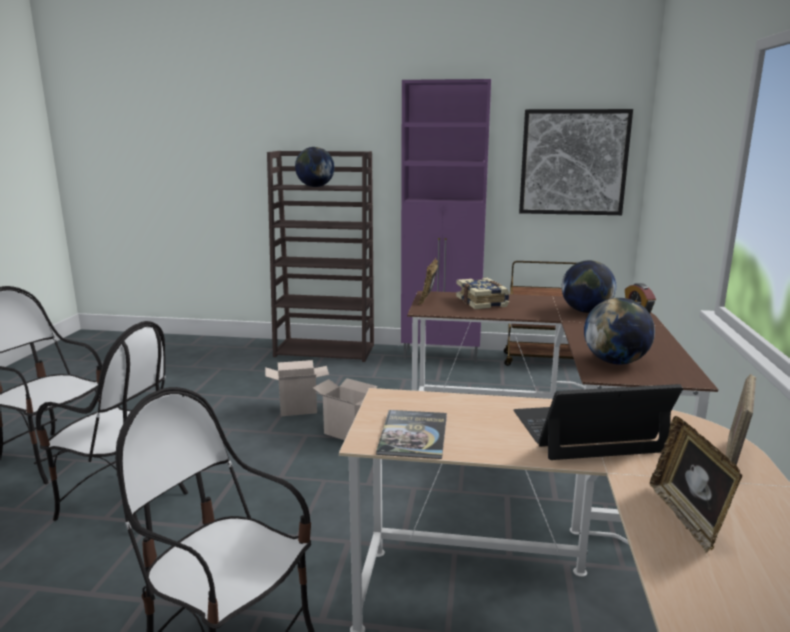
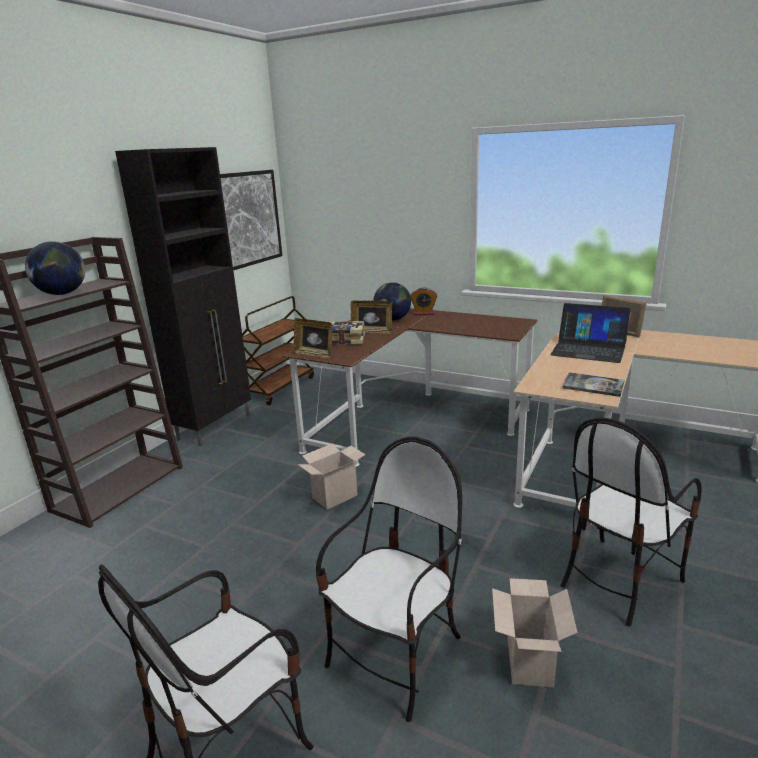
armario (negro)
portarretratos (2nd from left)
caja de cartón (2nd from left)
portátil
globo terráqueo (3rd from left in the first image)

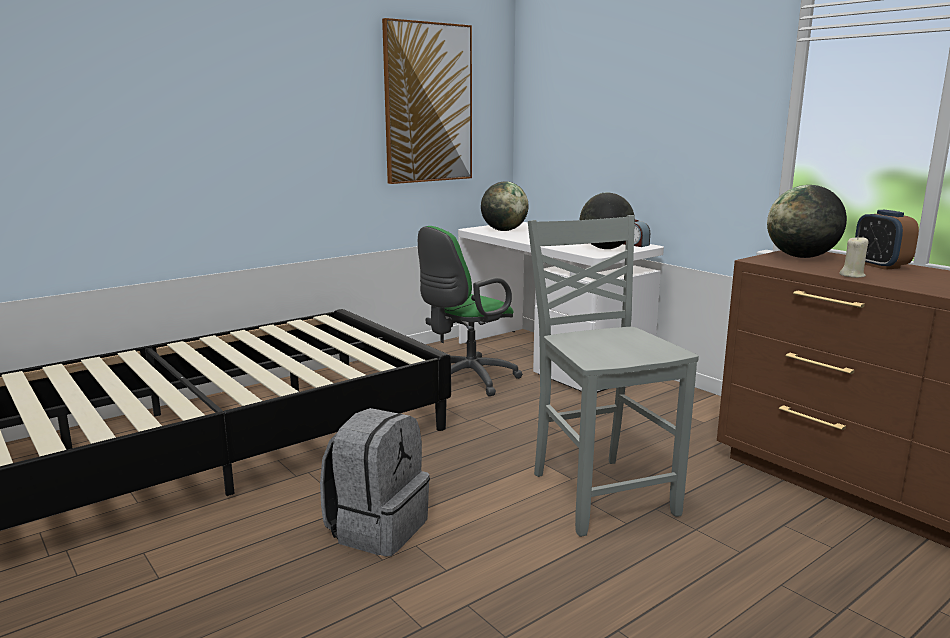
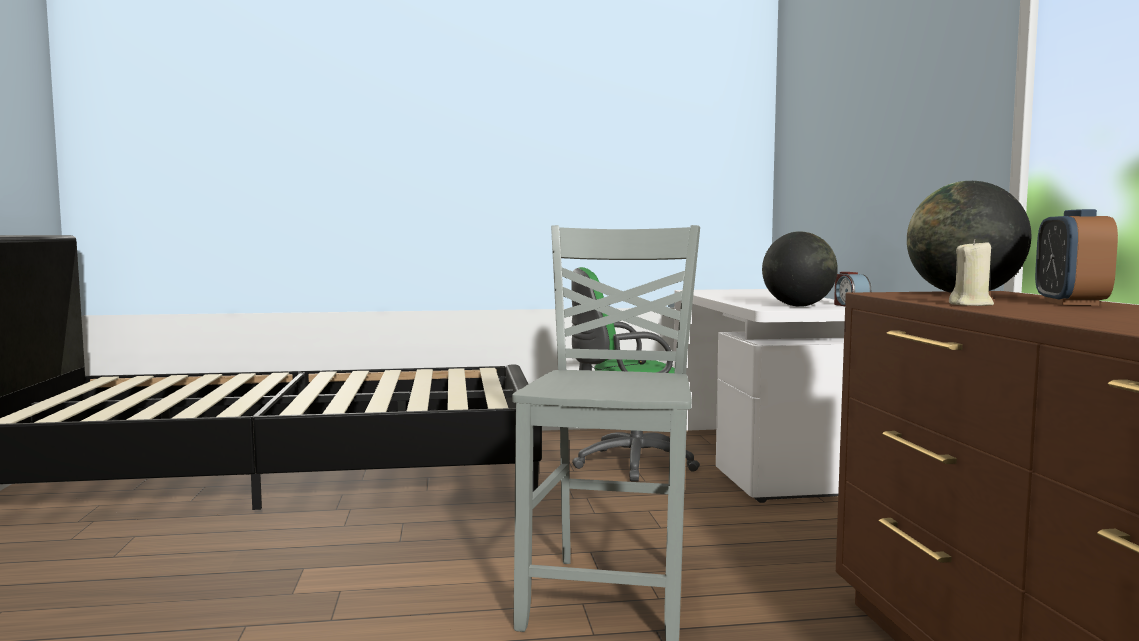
mochila (gris)
cuadro
globo terráqueo (1st from left in the first image)

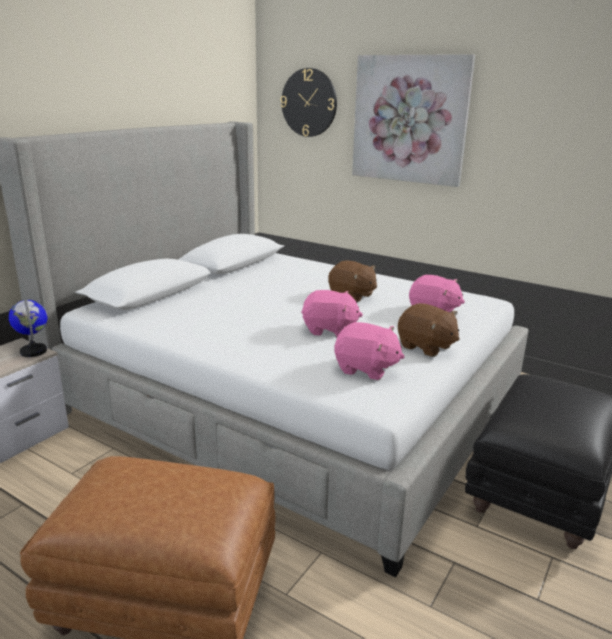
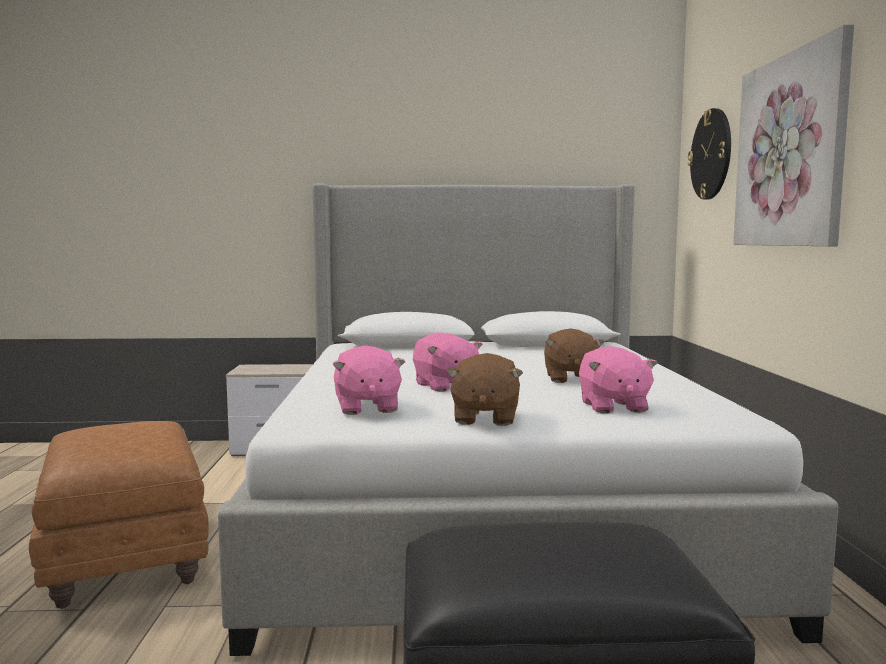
globo terráqueo

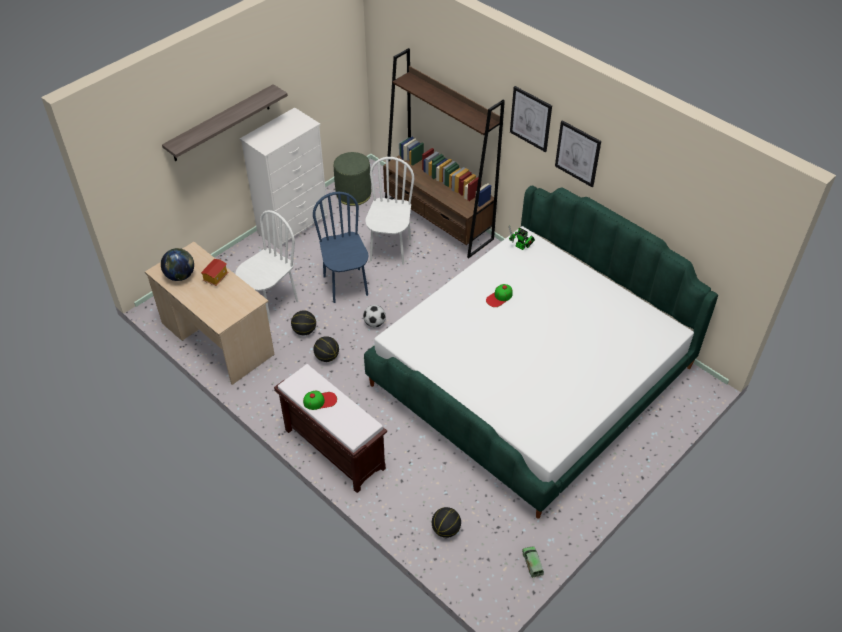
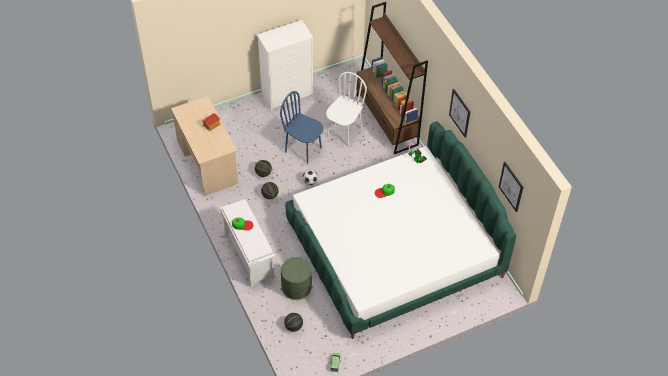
banco (blanco)
silla (azul)
puf (verde)
cuadro (2nd from left)
globo terráqueo
estante
silla (blanco) (1st from left in the first image)

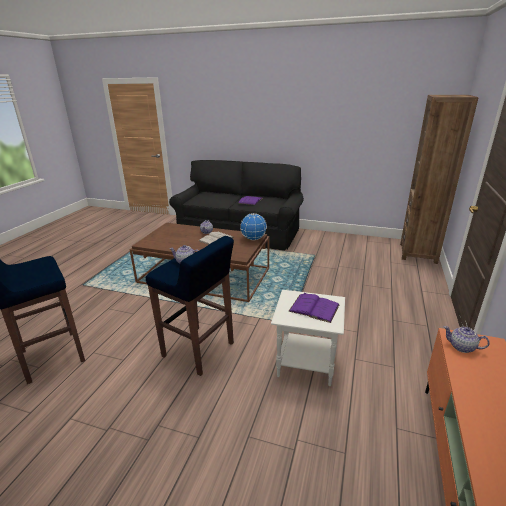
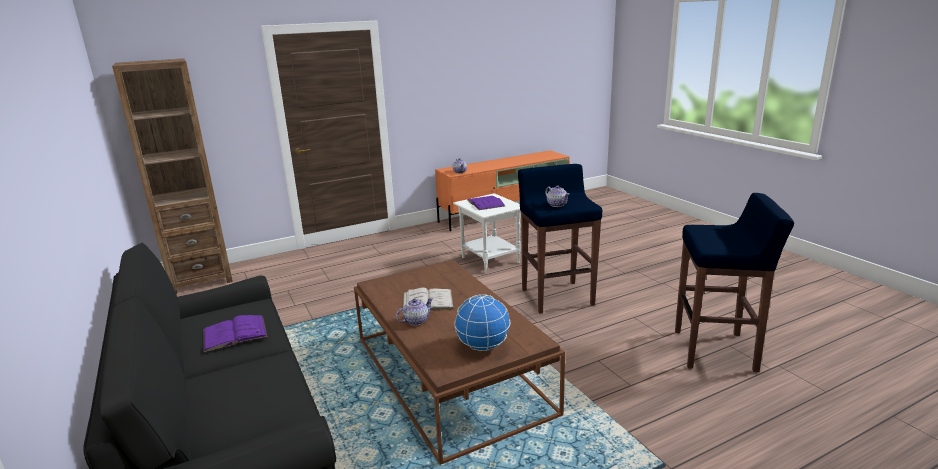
globo terráqueo

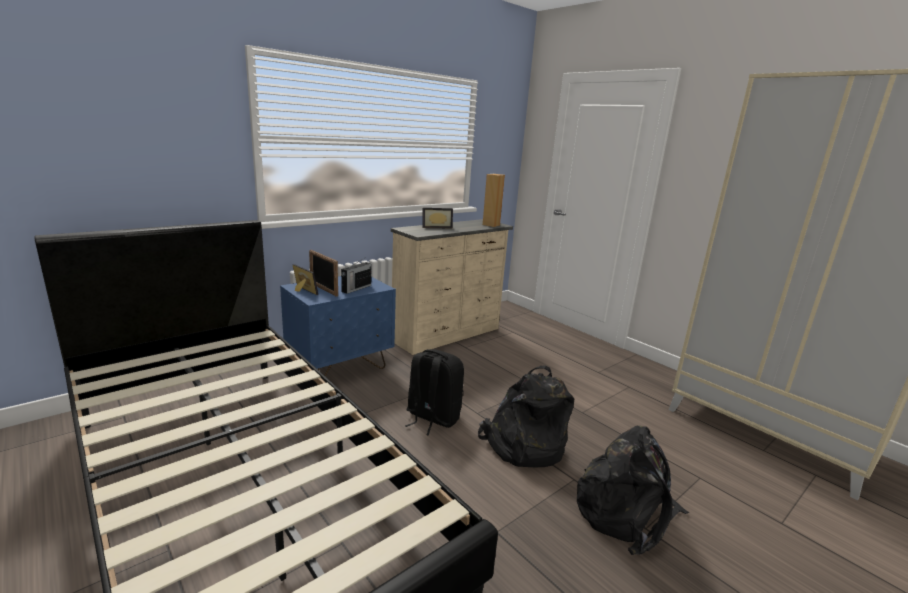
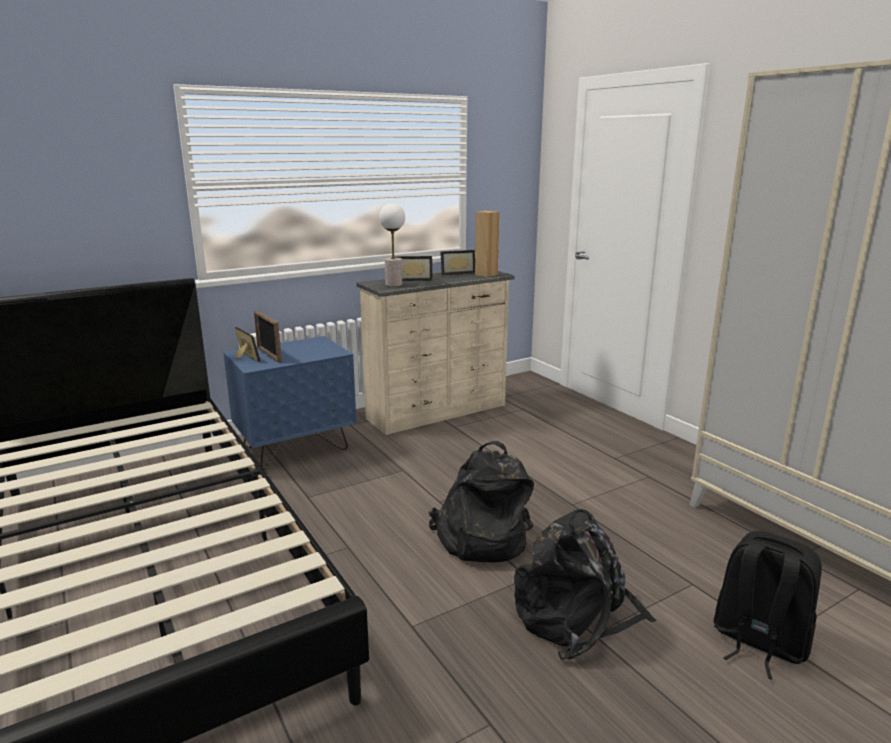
lámpara de mesa
portarretratos (4th from left)
mochila (negro) (3rd from left)
radio

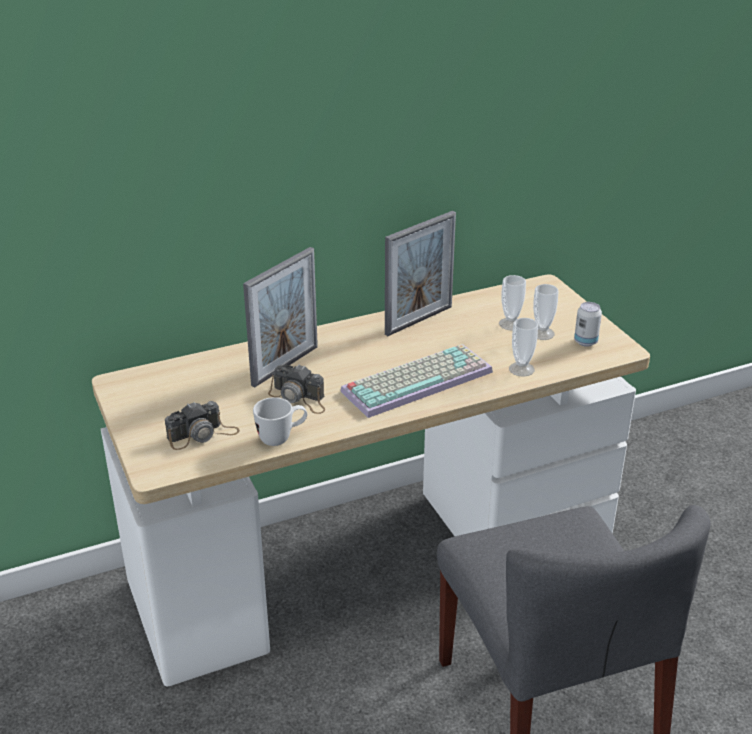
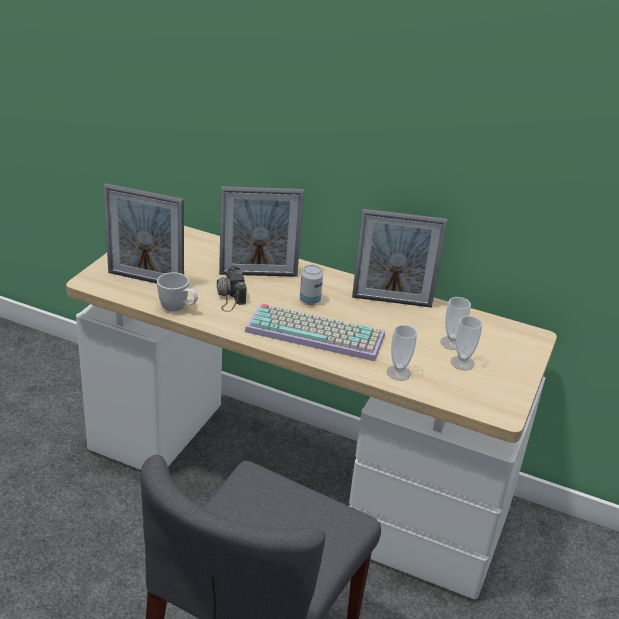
portarretratos (1st from left)
lata

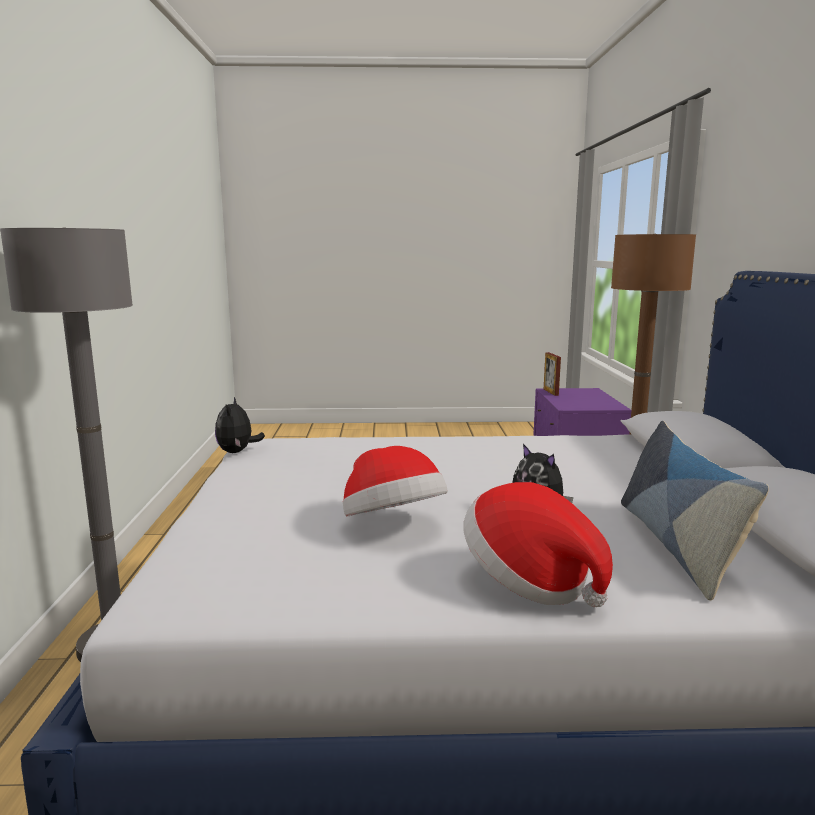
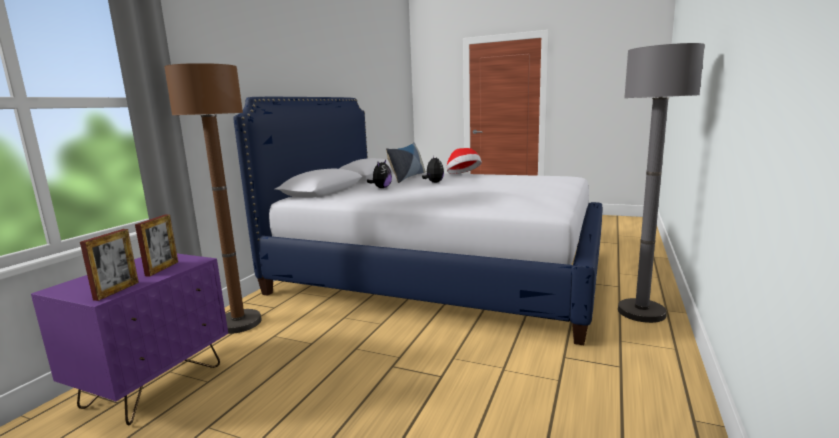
portarretratos (2nd from left)
peluche (1st from left)
sombrero (1st from left in the first image)

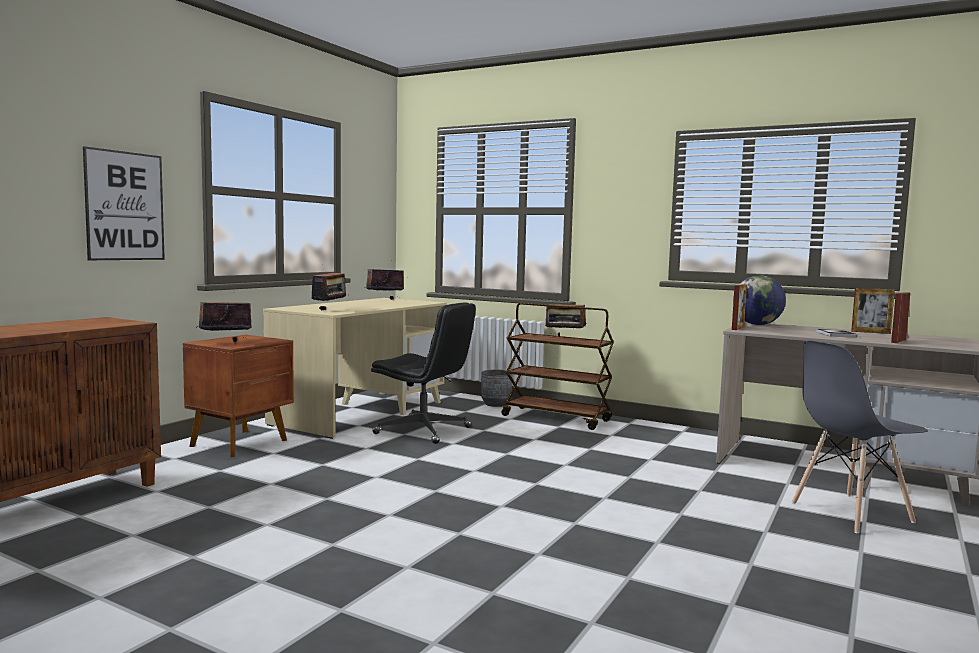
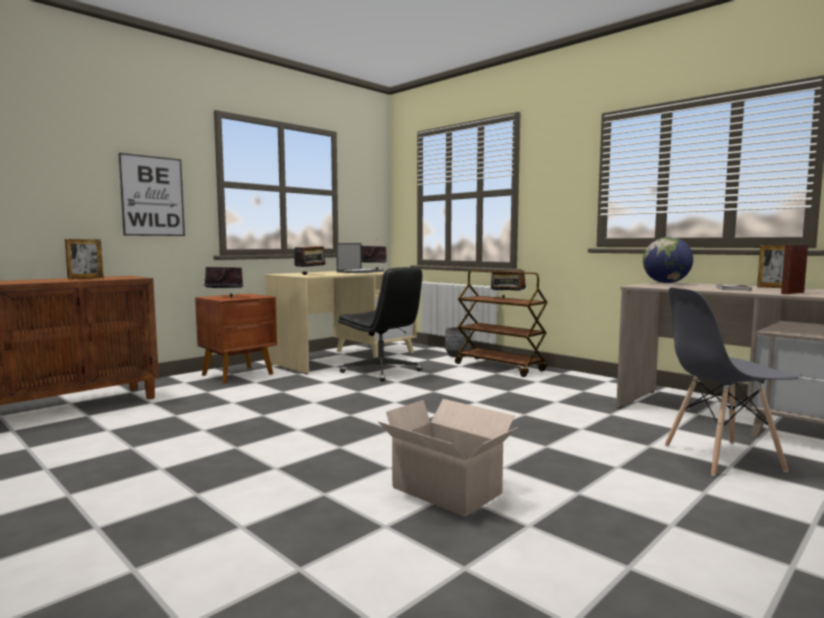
portarretratos (1st from left)
portátil
caja de cartón

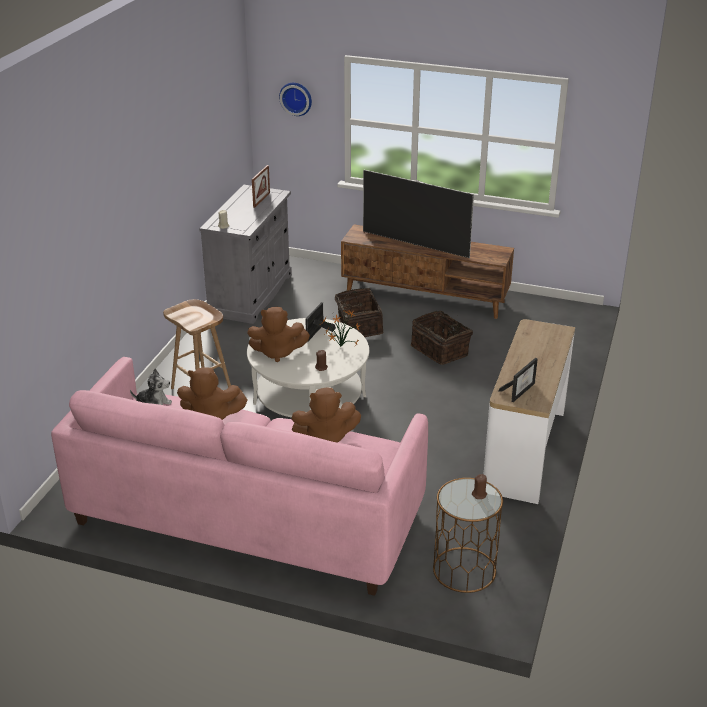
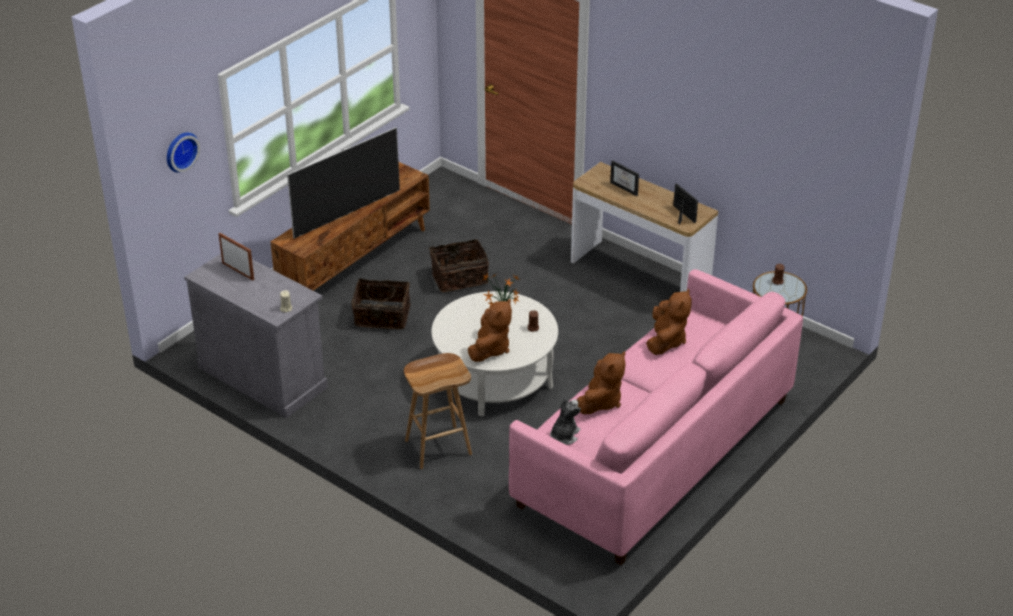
portarretratos (2nd from left)

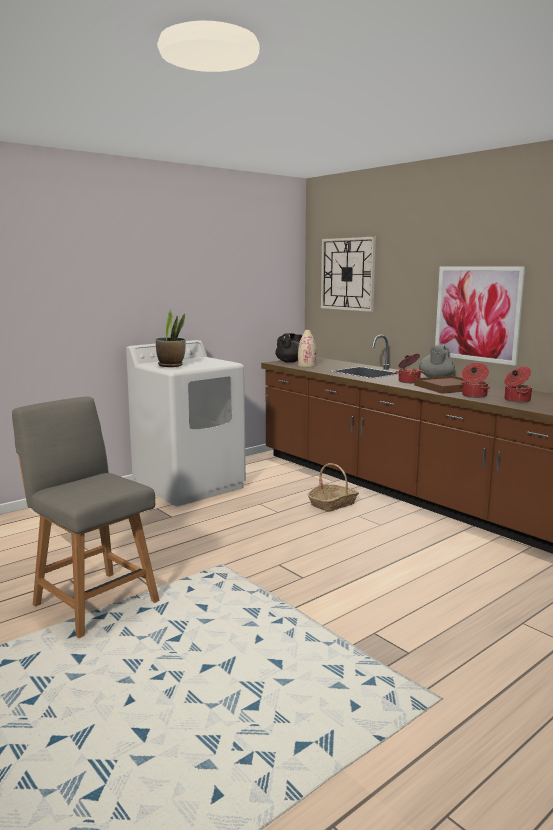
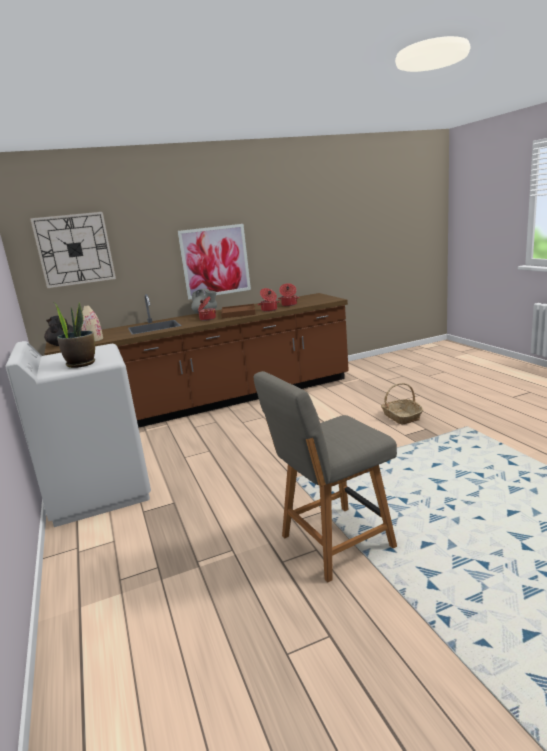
cesta

